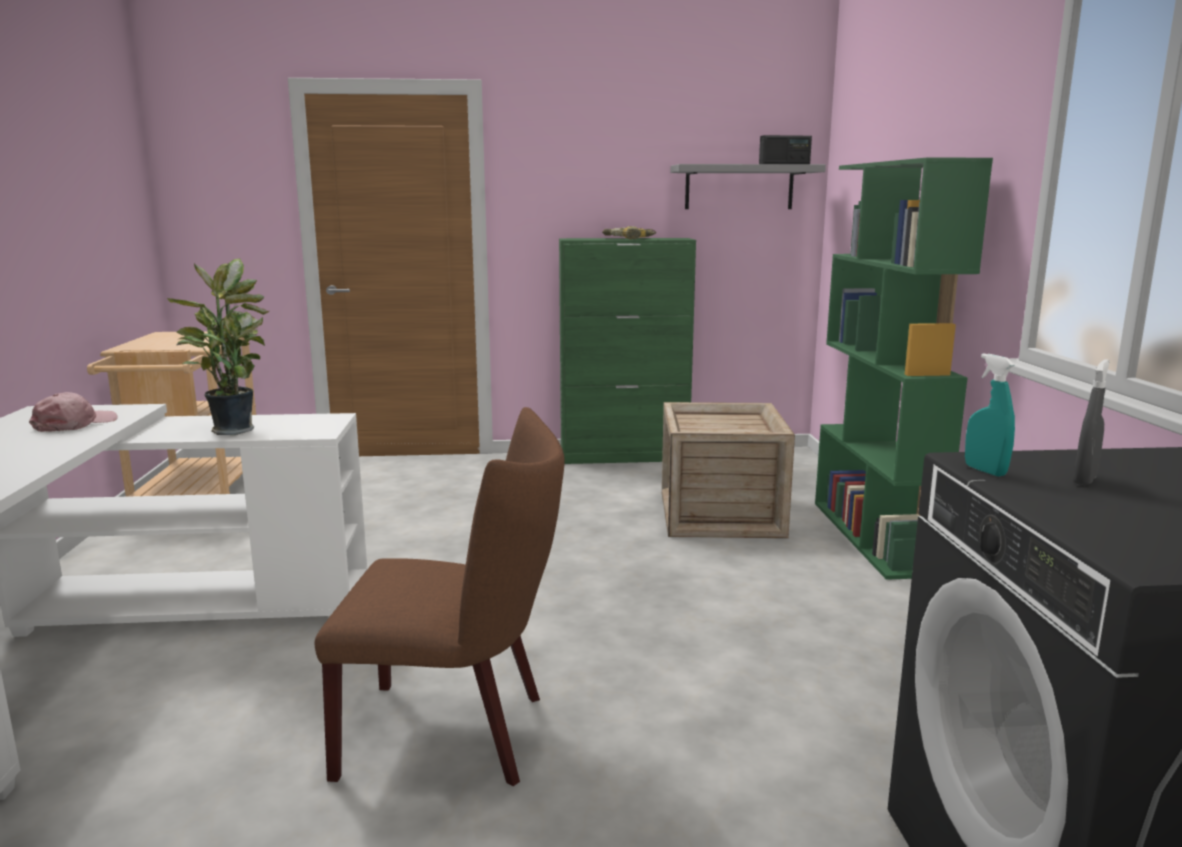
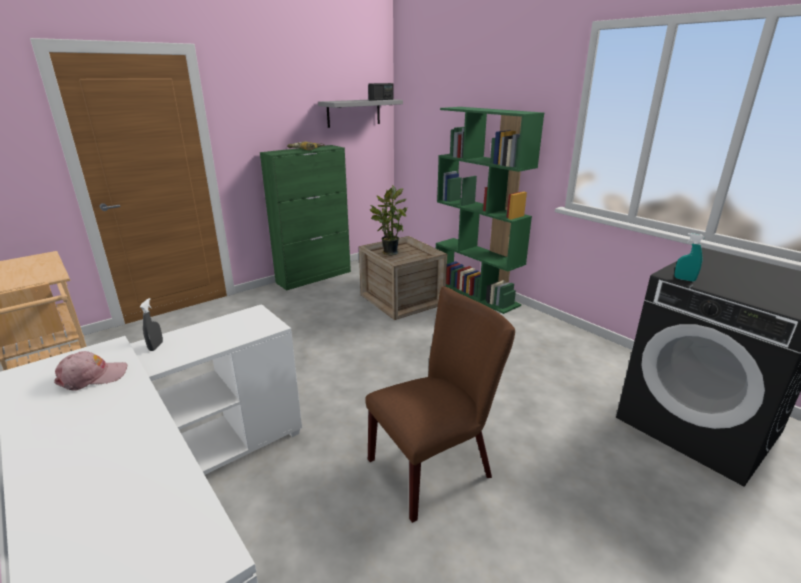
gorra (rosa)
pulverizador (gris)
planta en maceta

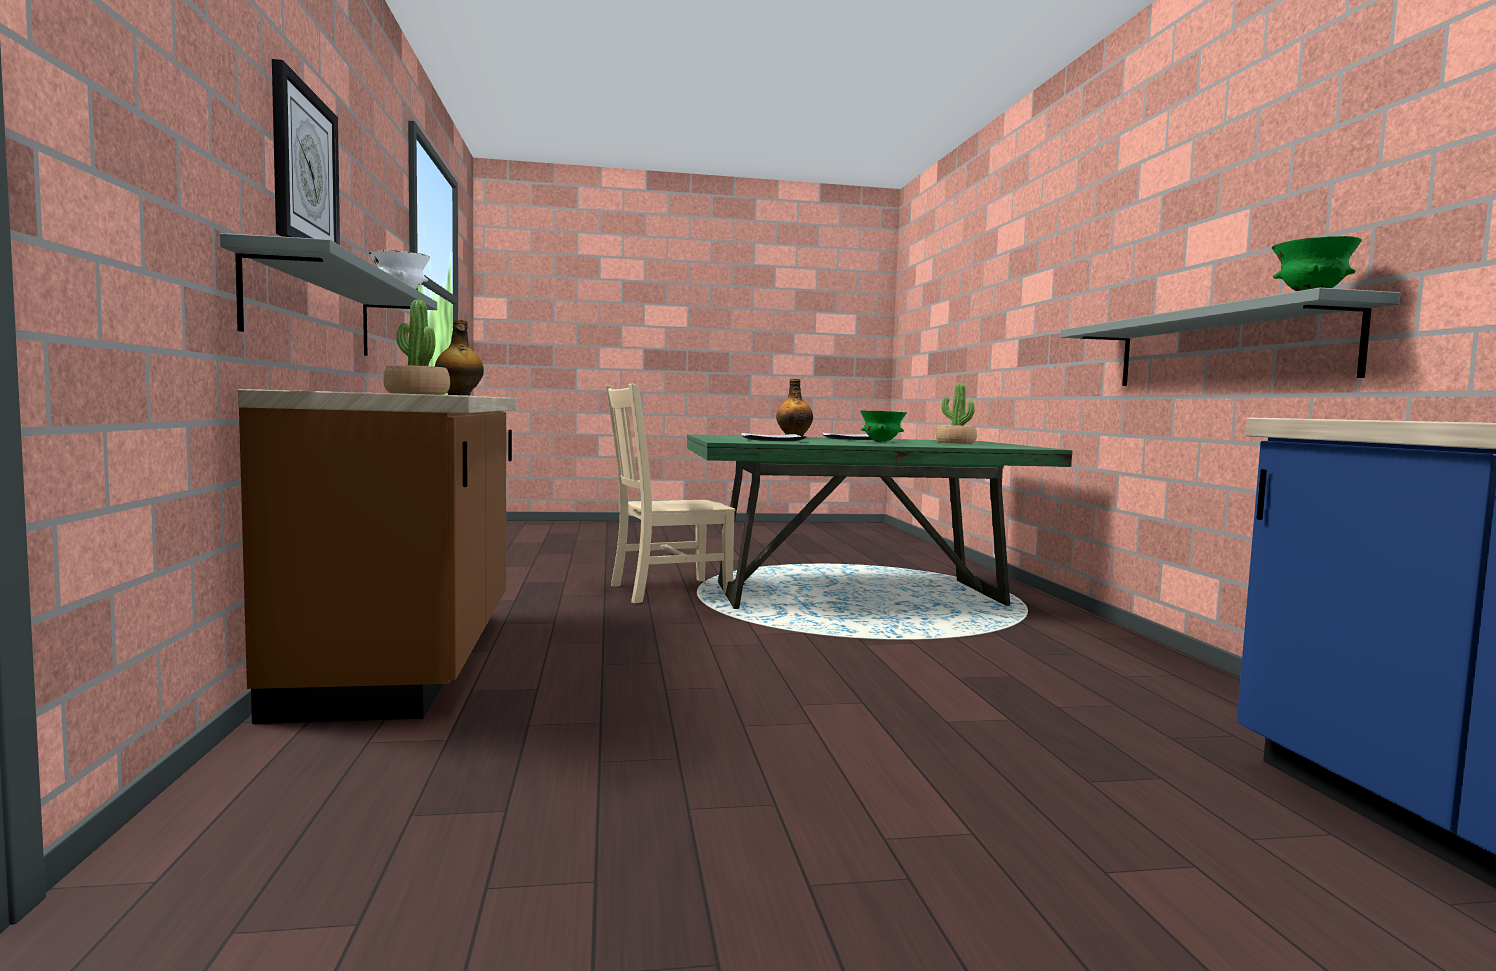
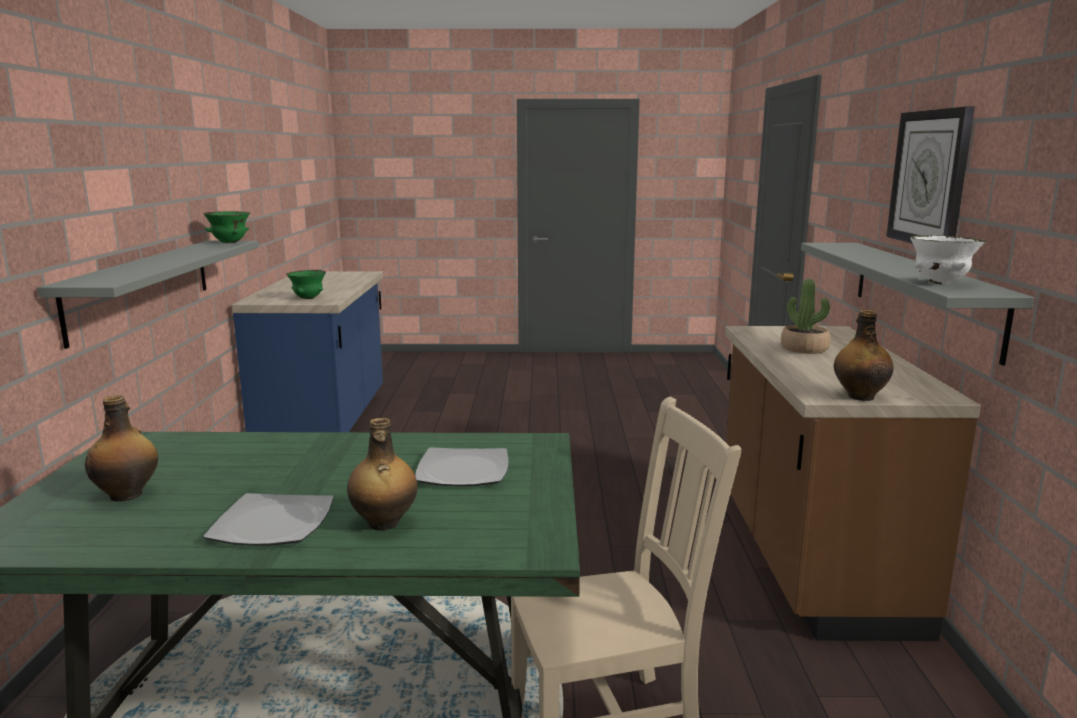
botella (1st from left)
cuenco (verde) (2nd from left)

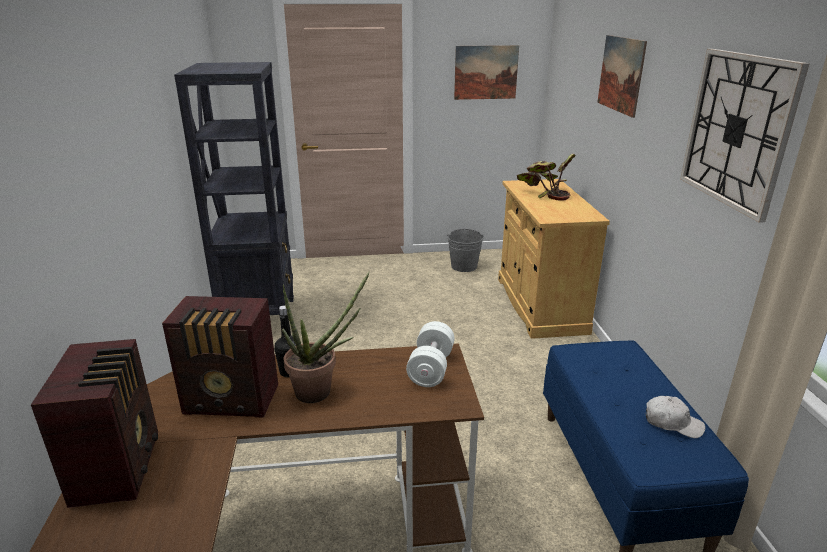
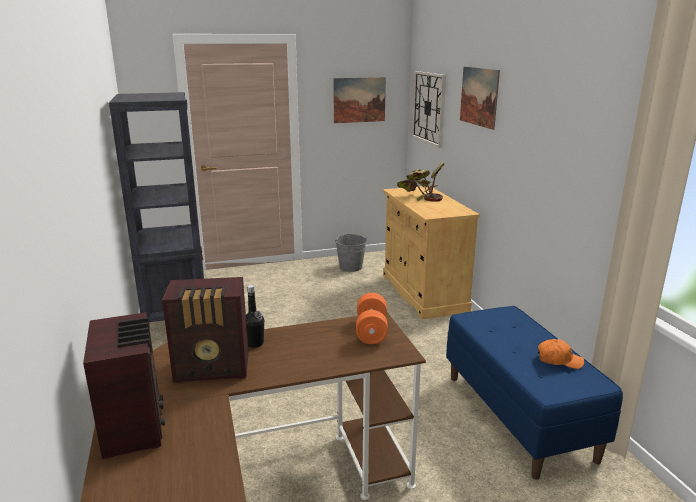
mancuerna (naranja)
reloj de pared
gorra (naranja)
planta en maceta (1st from left in the first image)

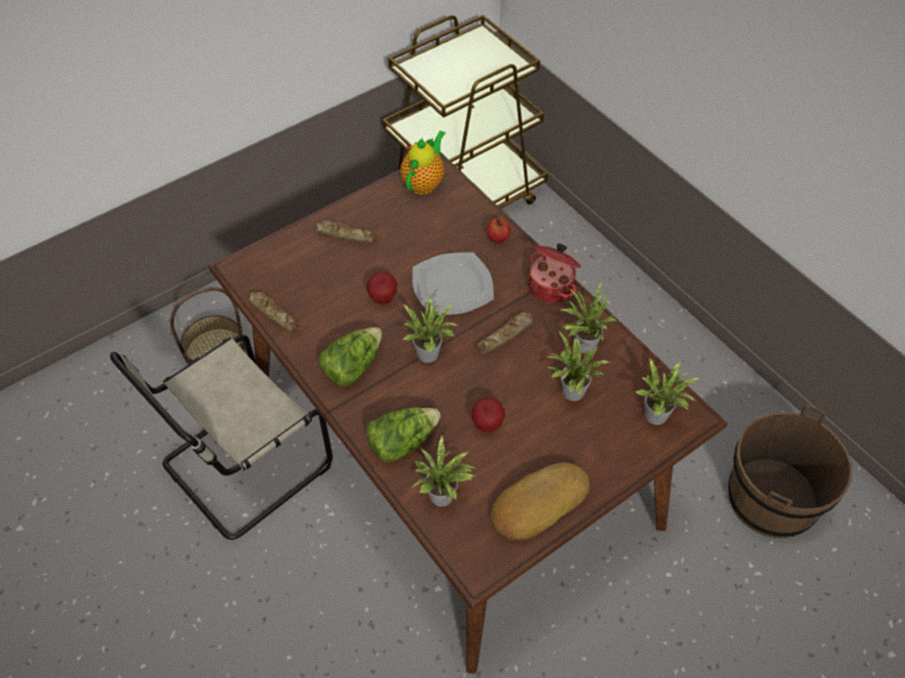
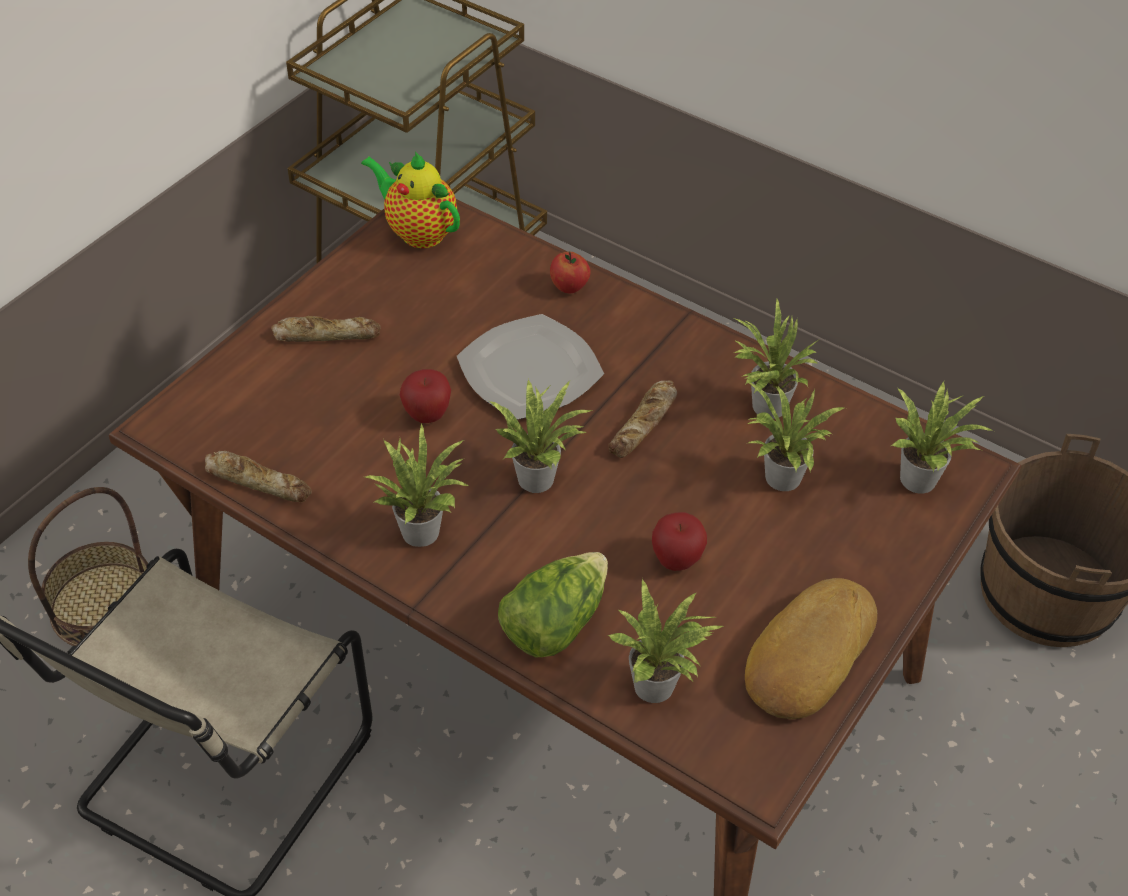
tetera
planta en maceta (1st from left)
olla

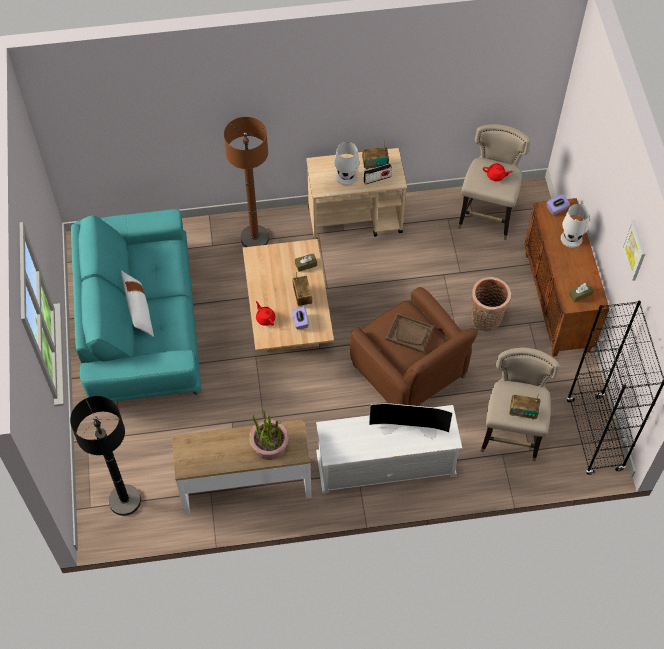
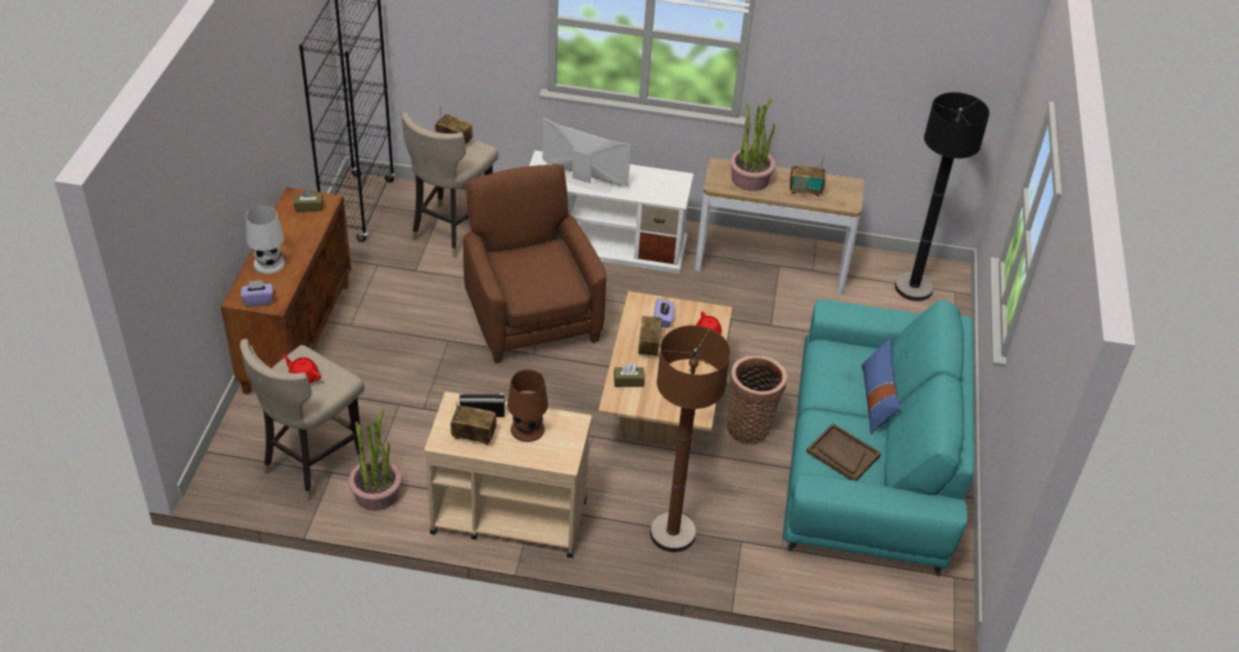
planta en maceta (1st from left)
lámpara de mesa (marrón)
cesta
radio (5th from left)
bandeja (marrón)
cojín (azul)
cuadro

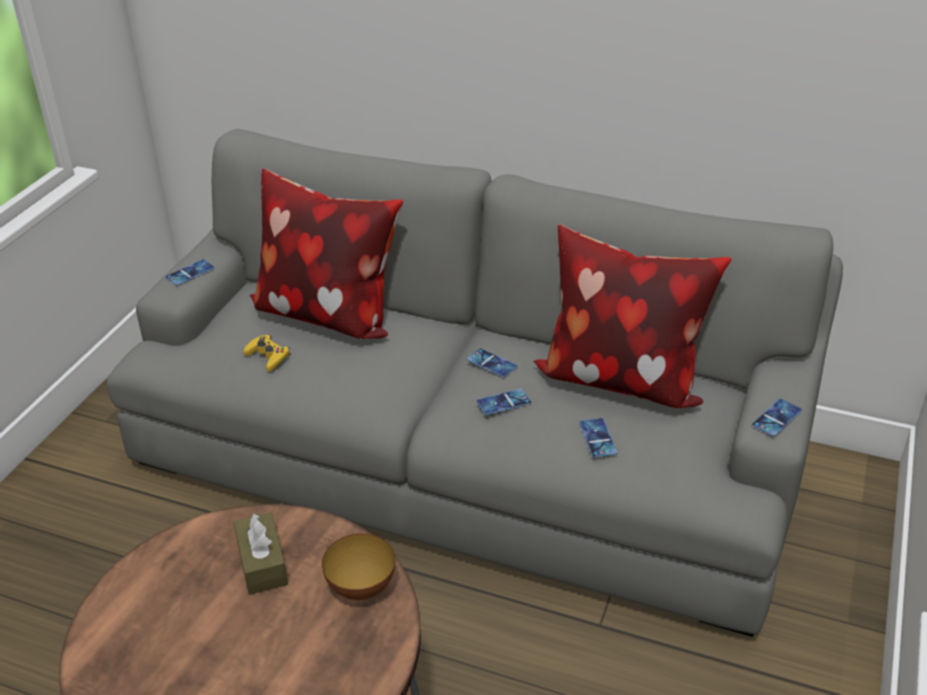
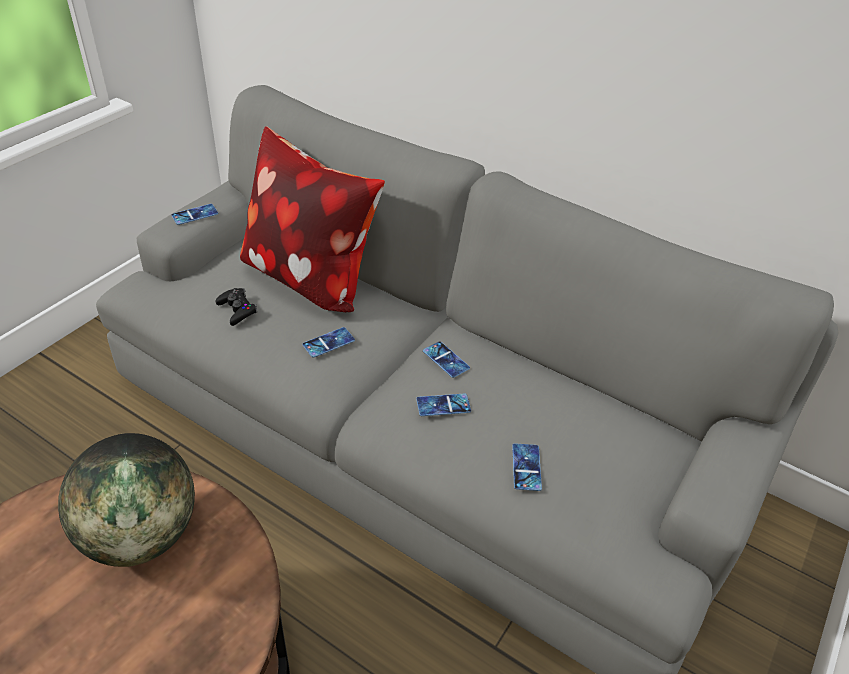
globo terráqueo
mando de consola (negro)
móvil (2nd from left)
cuenco
cojín (2nd from left in the first image)

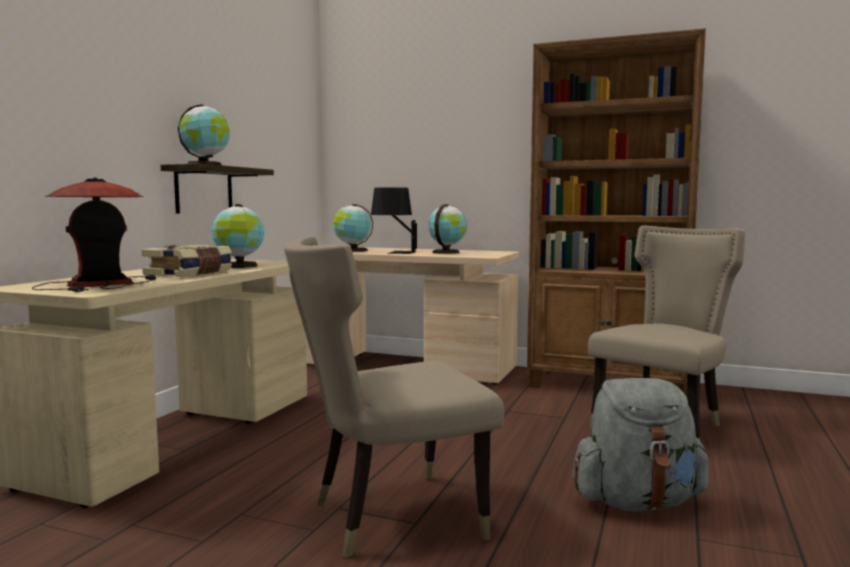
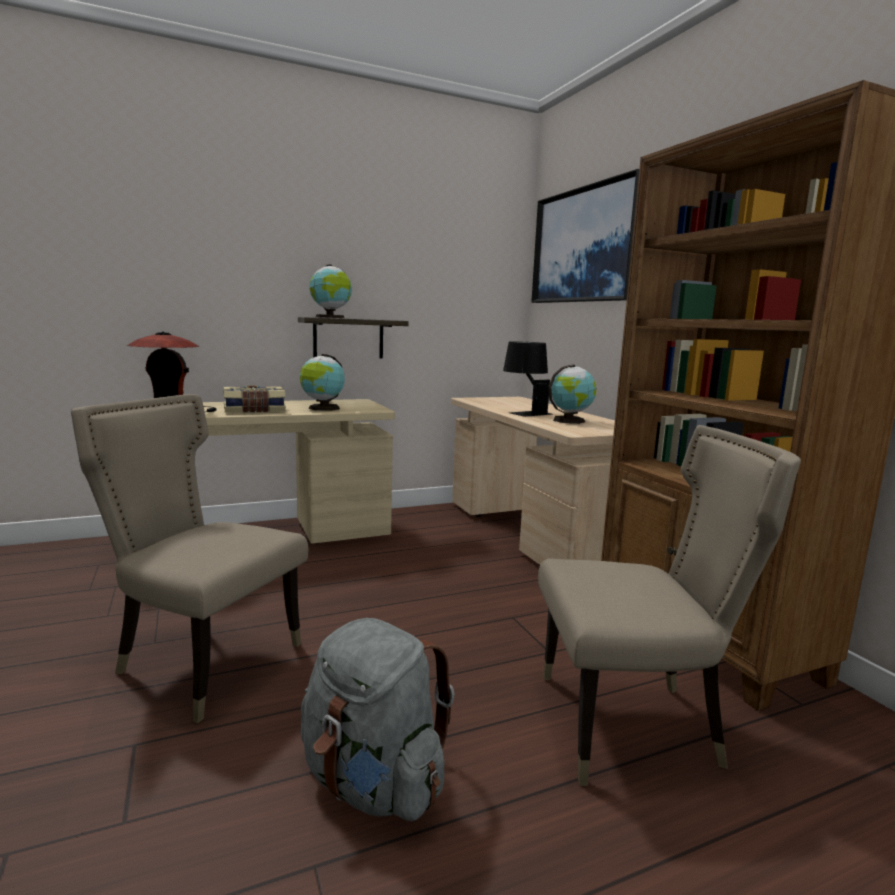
cuadro
globo terráqueo (3rd from left in the first image)

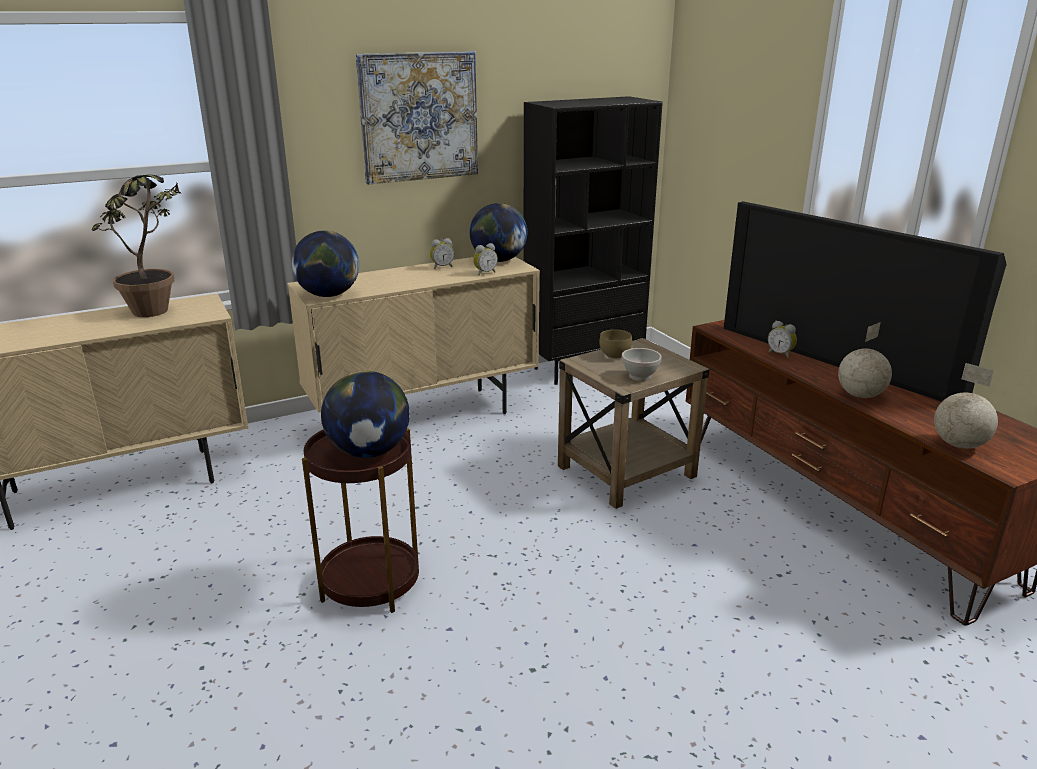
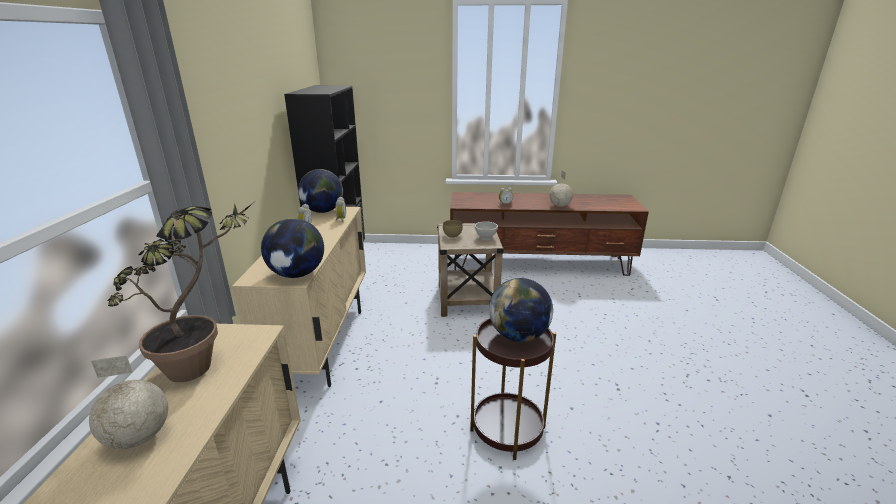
globo terráqueo (1st from left)
cuadro
televisor

